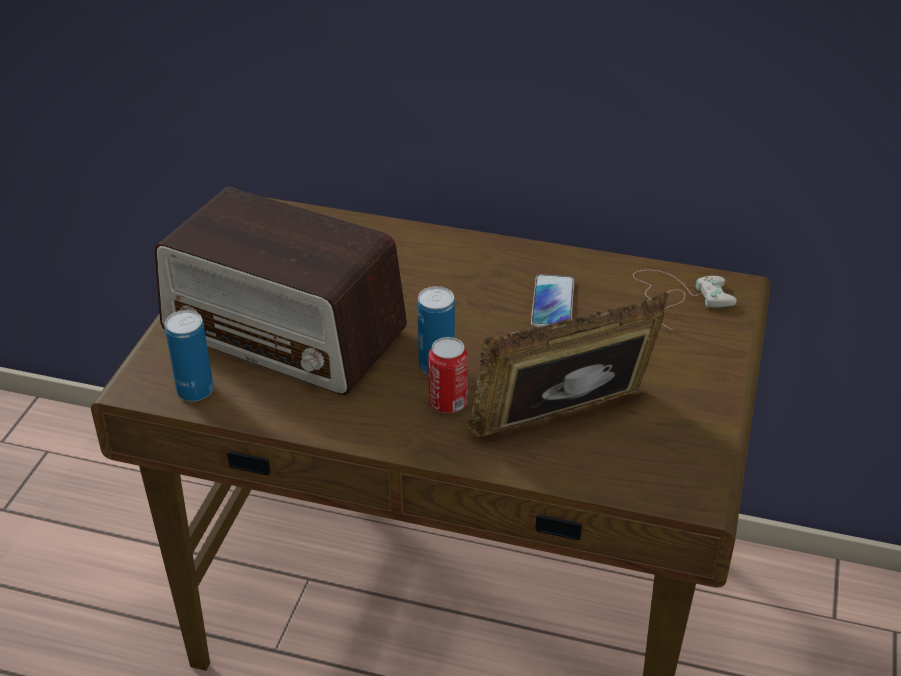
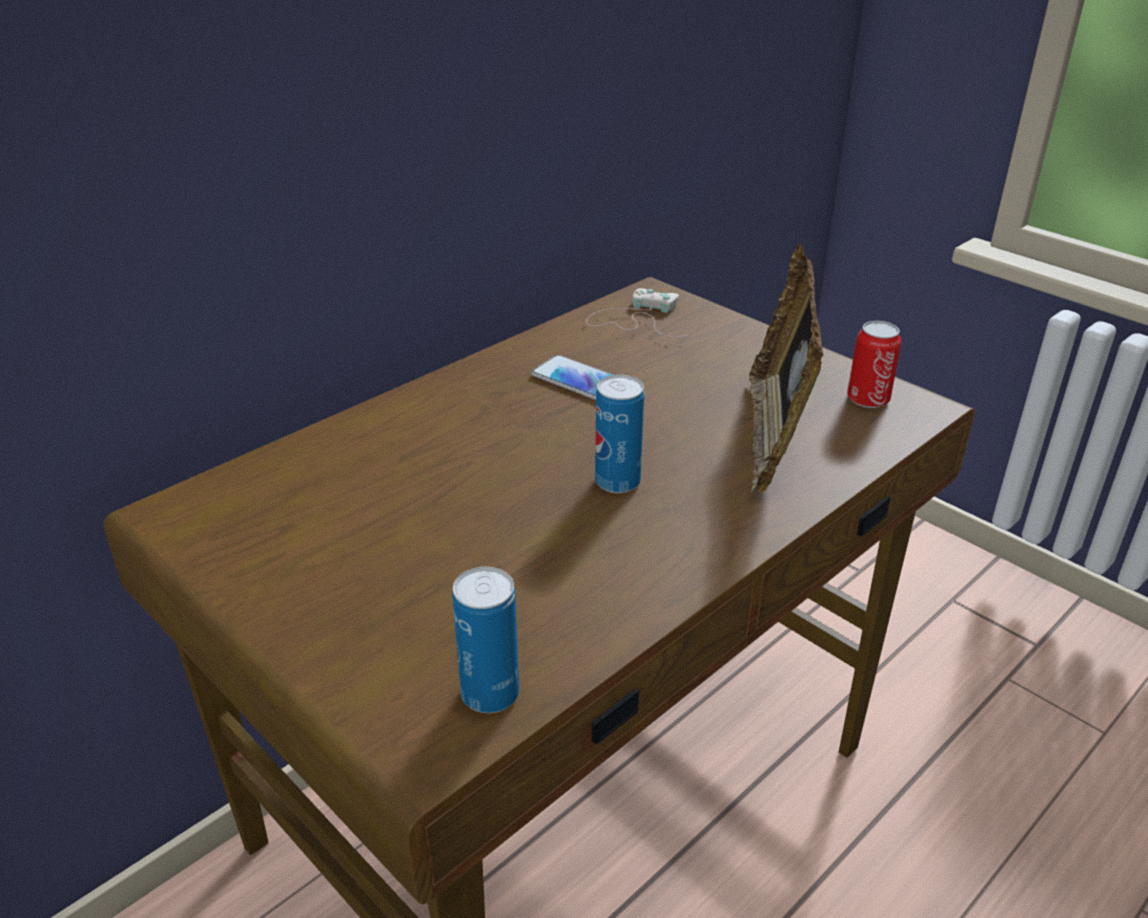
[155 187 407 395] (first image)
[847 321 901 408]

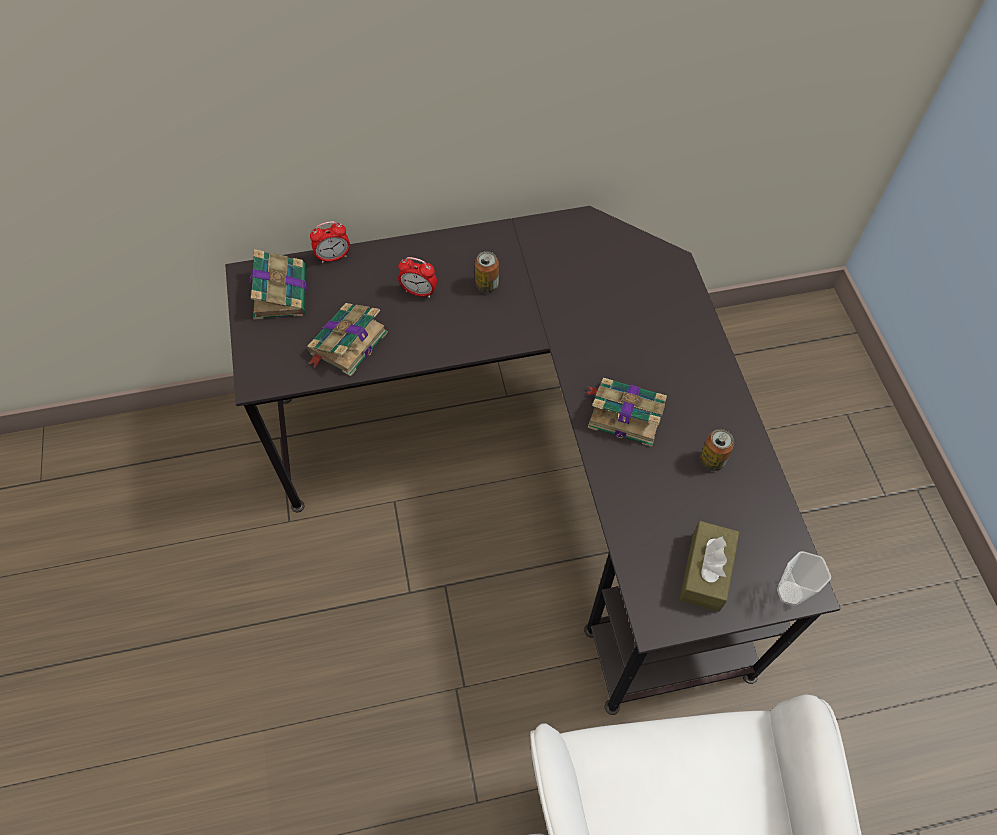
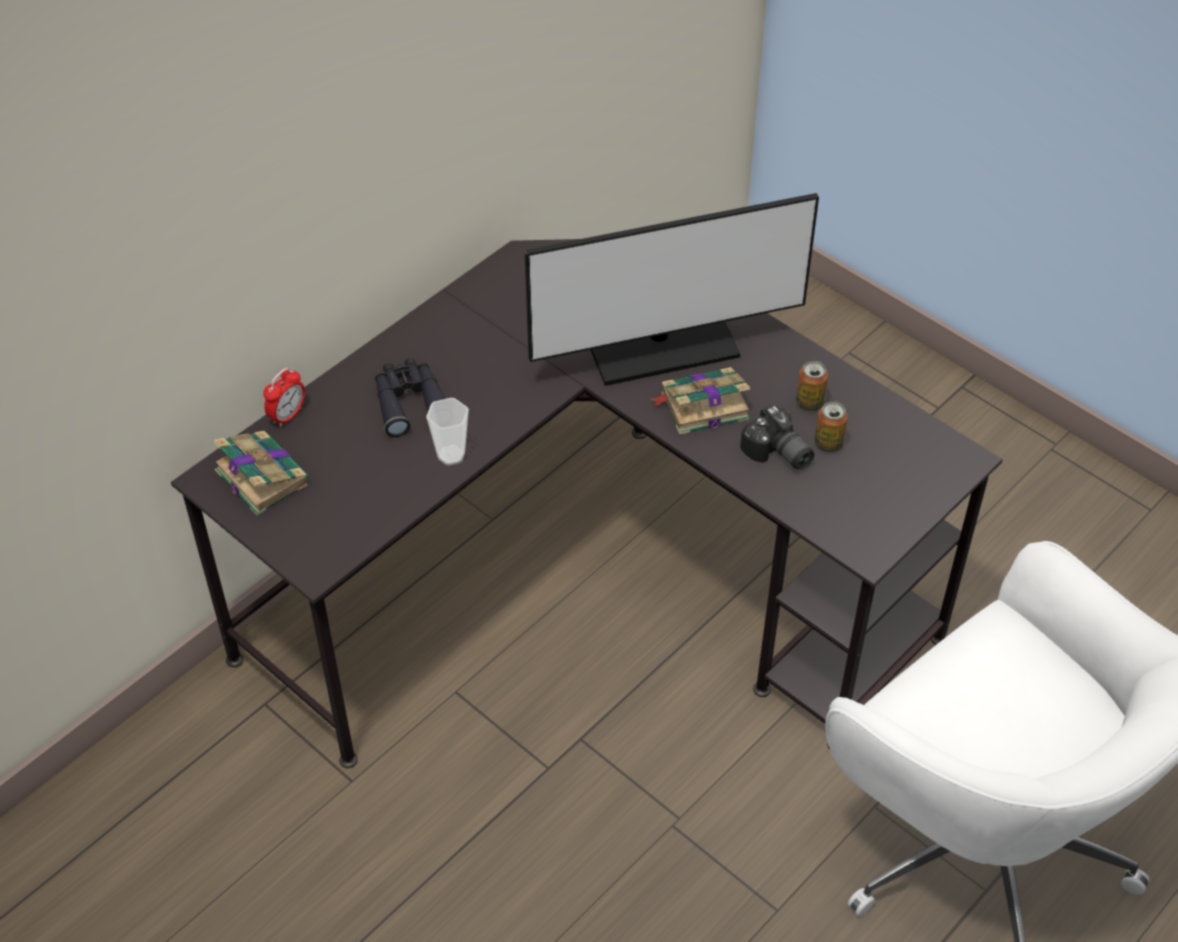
[815 401 848 452]
[375 358 445 437]
[307 303 388 376] (first image)
[680 521 739 612] (first image)
[426 398 469 466]
[525 193 819 386]
[740 404 814 470]

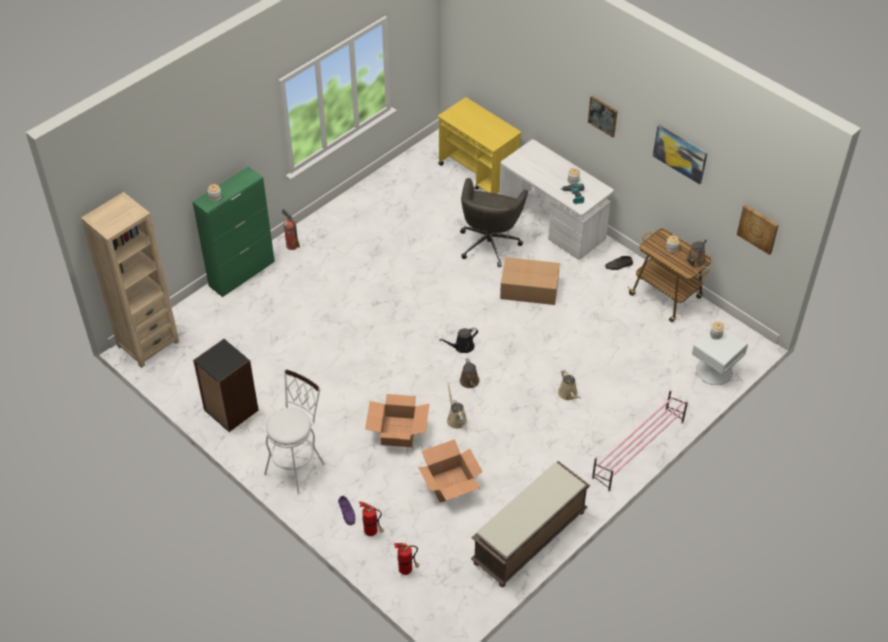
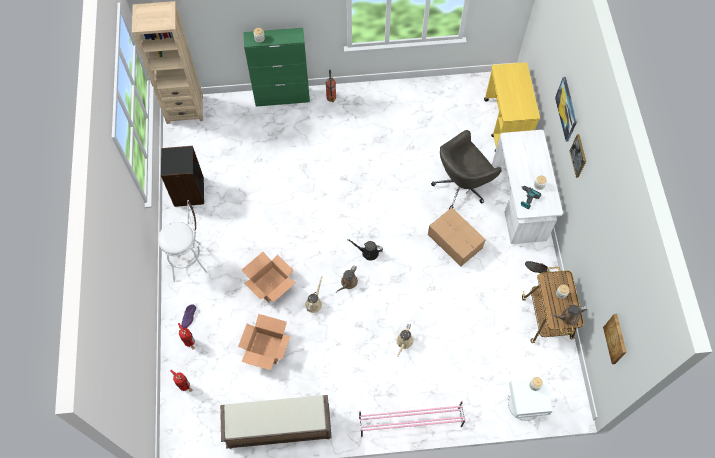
[555 77 577 142]

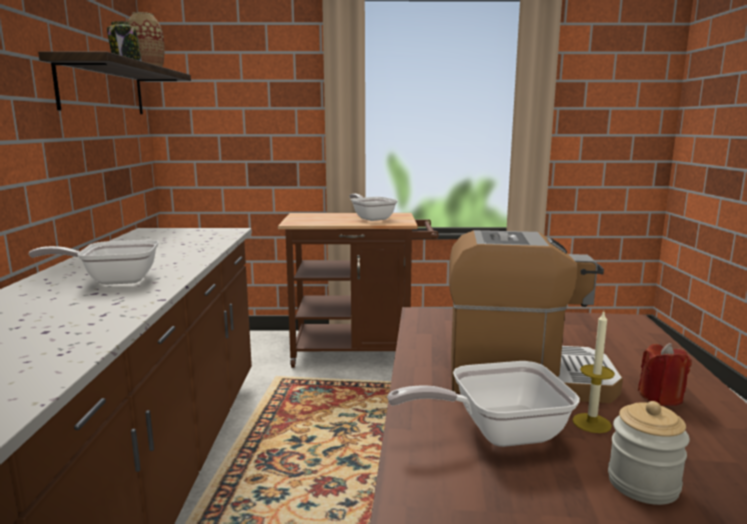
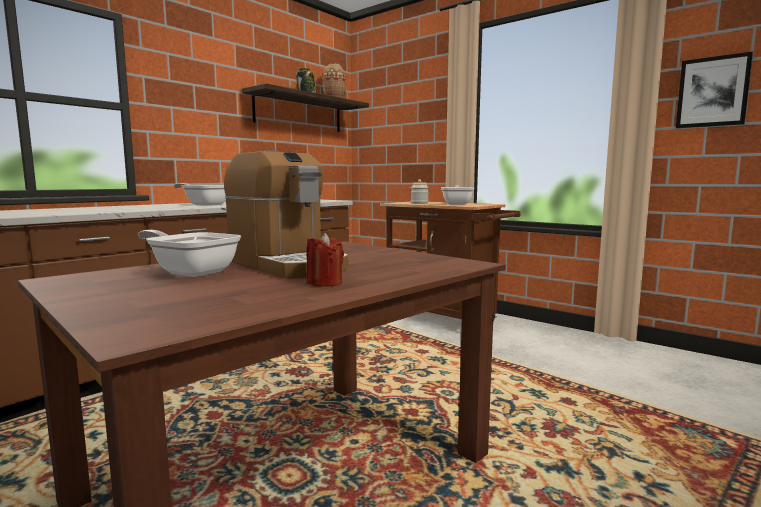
[572 312 615 433] (first image)
[411 179 429 204]
[676 51 753 128]

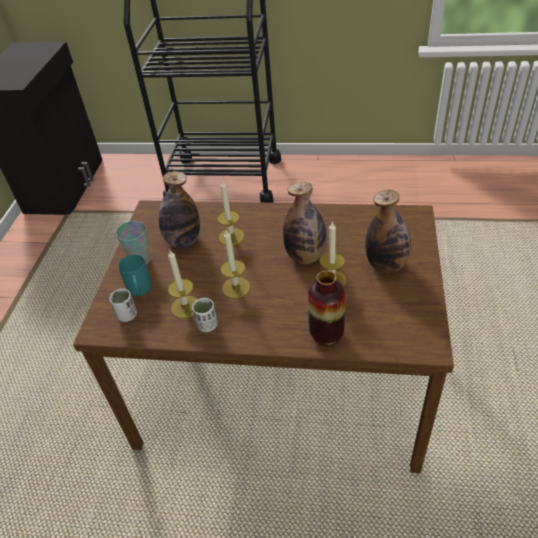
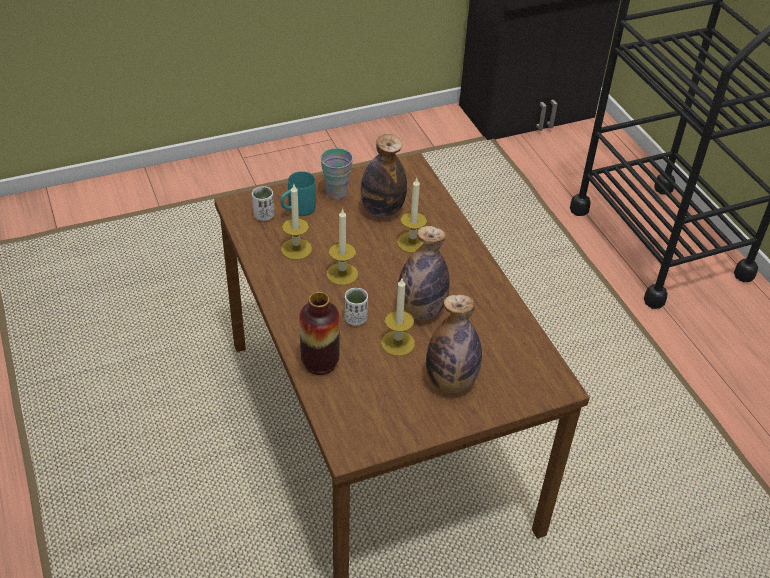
[344 288 368 326]

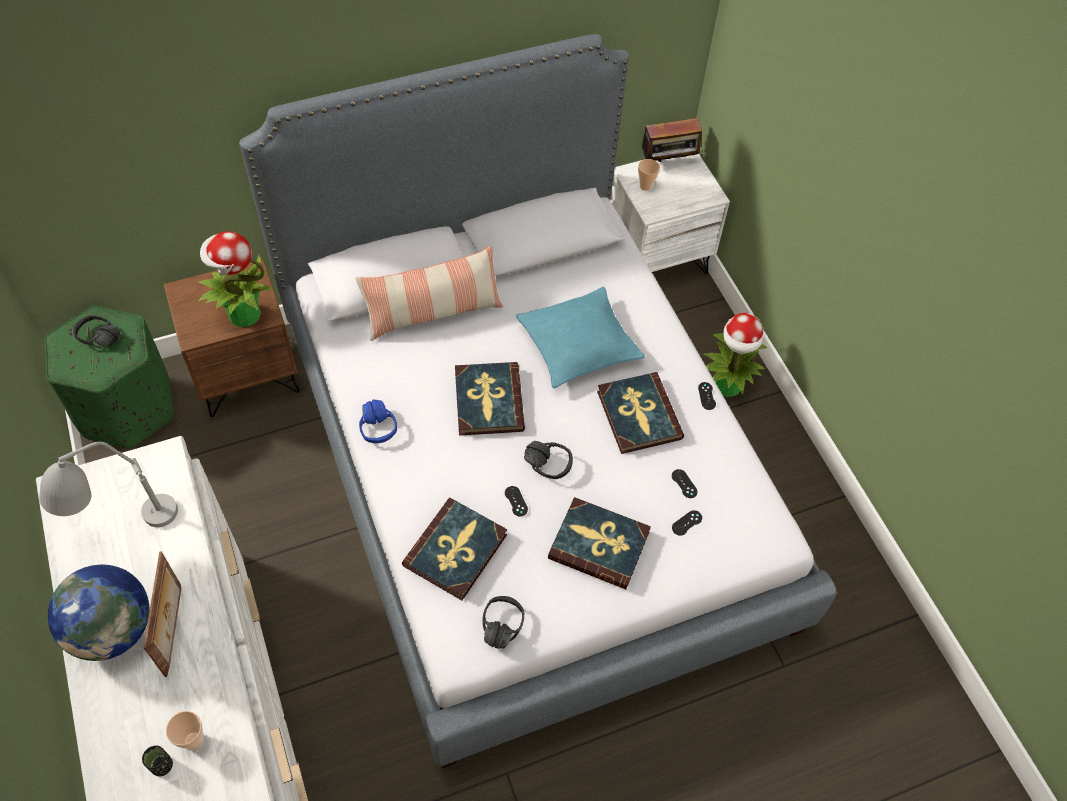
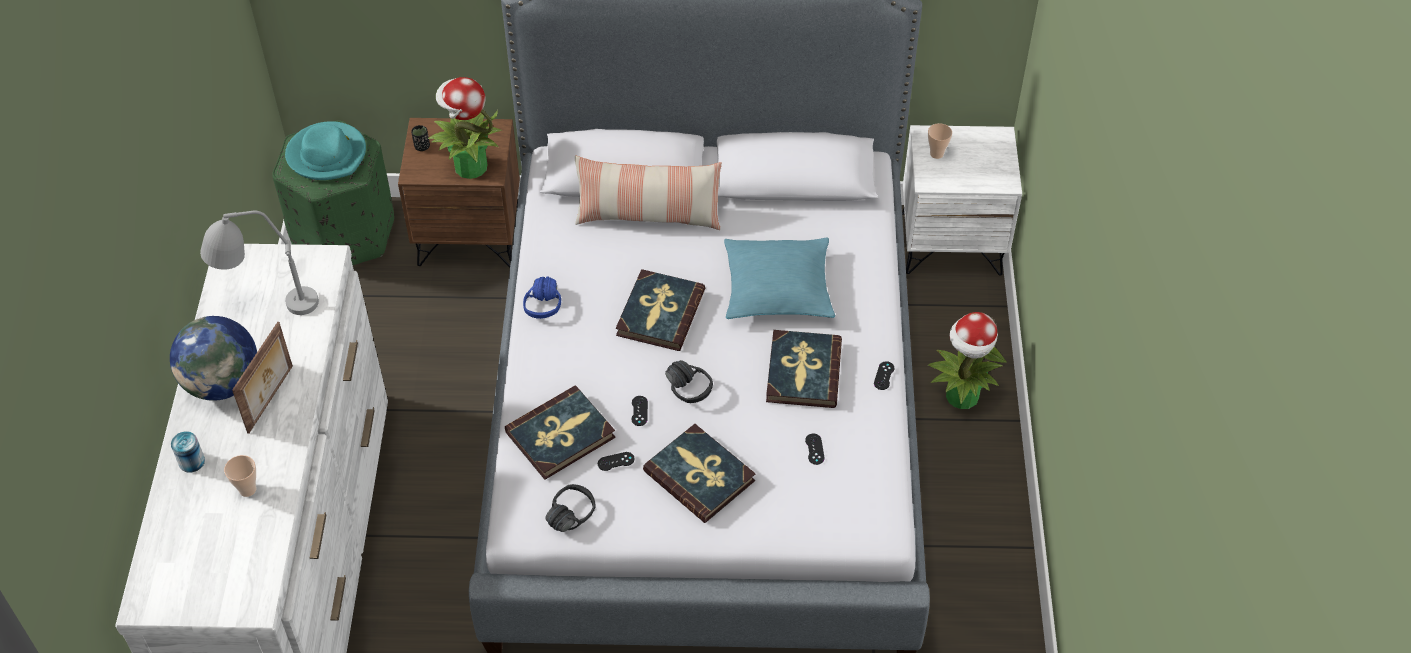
[639 118 703 162] (first image)
[285 121 366 180]
[598 452 635 471]
[411 125 430 151]
[171 431 205 473]

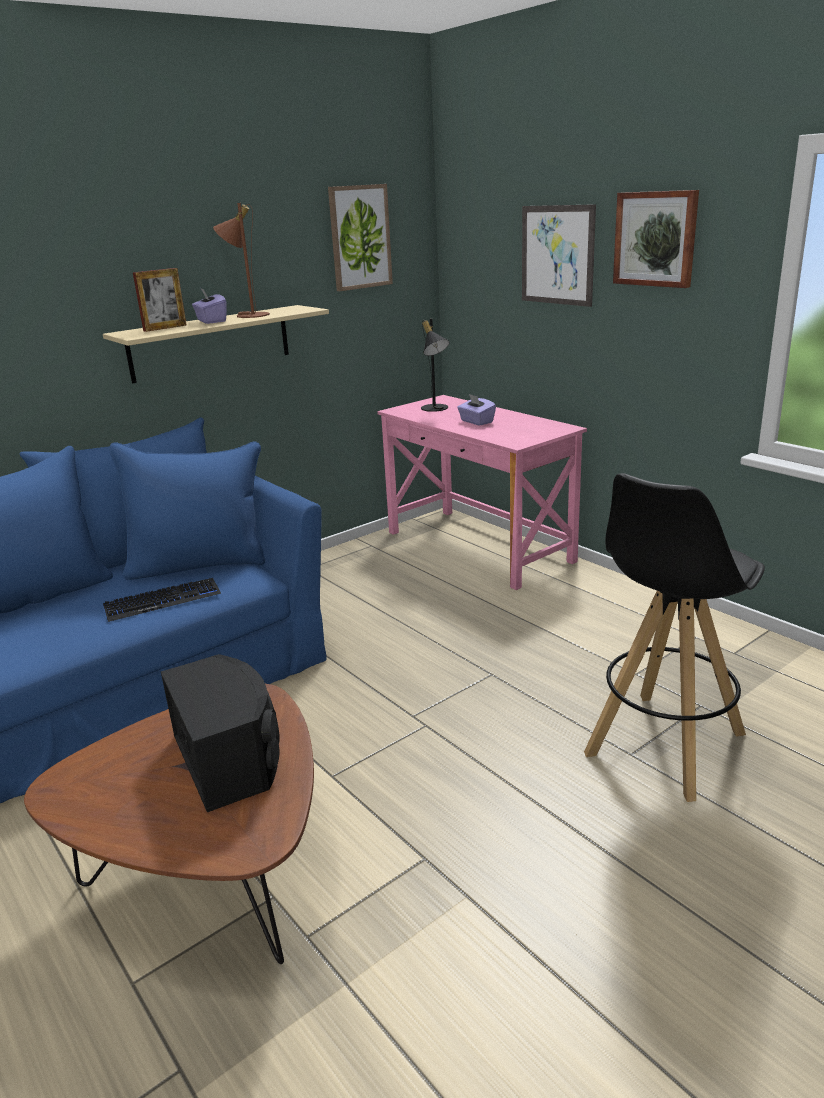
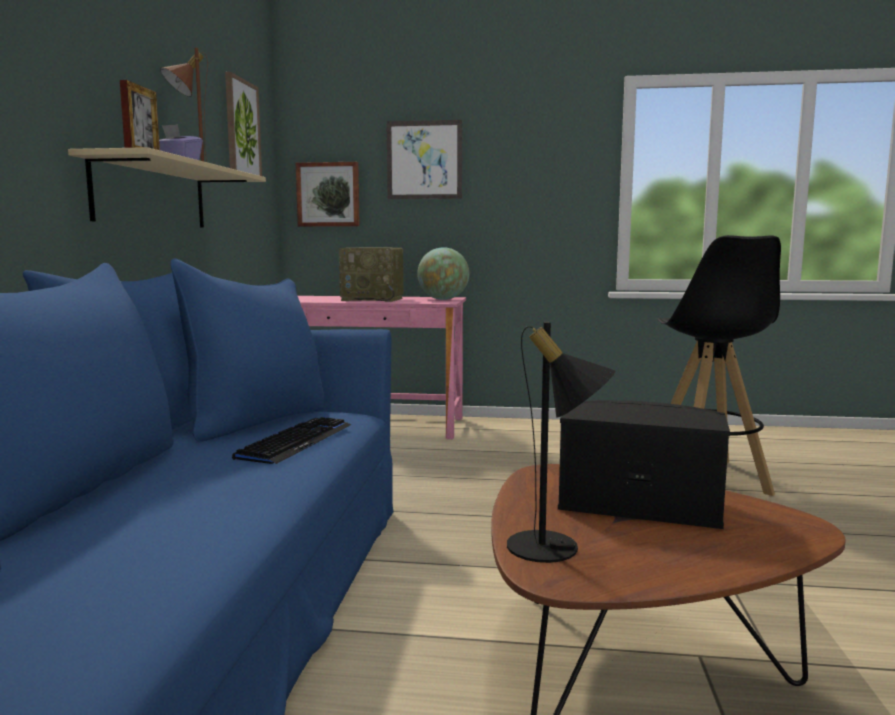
[296 162 360 227]
[507 322 616 563]
[339 248 403 302]
[417 247 469 300]

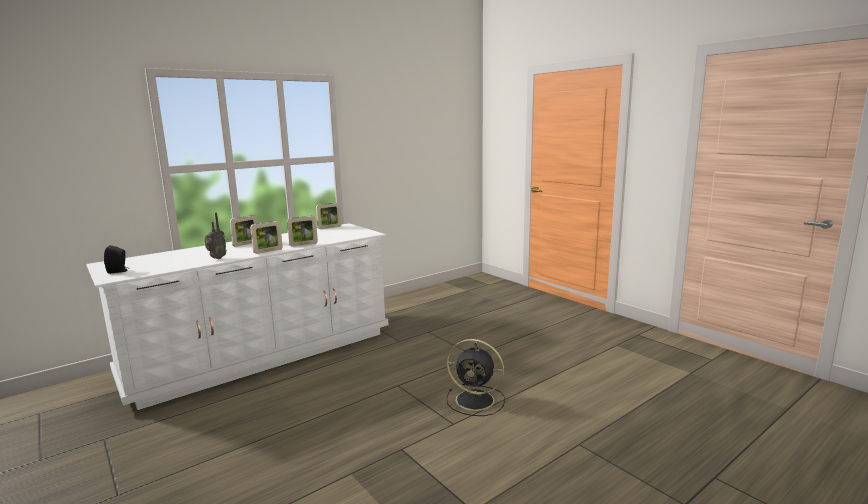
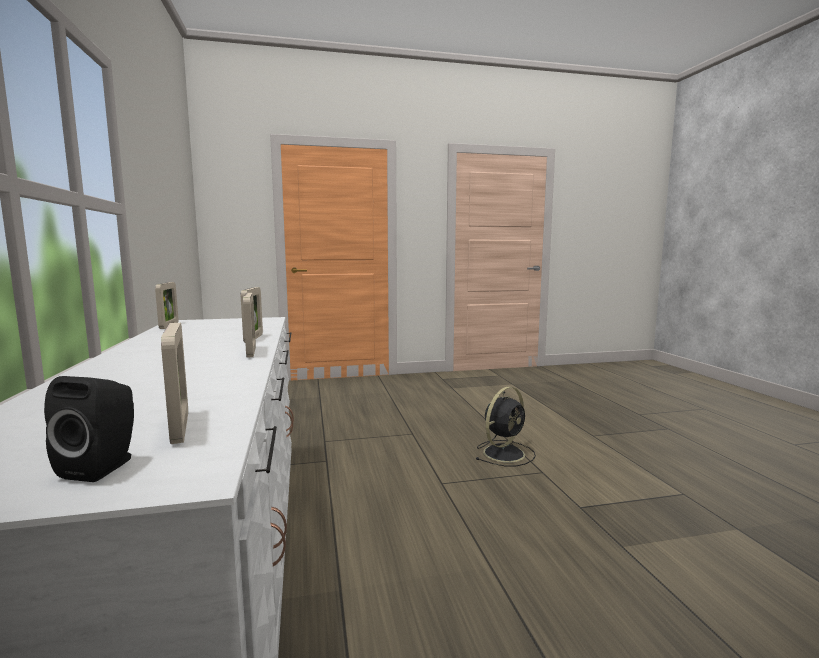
[204 212 227 259] (first image)
[161 323 188 444]

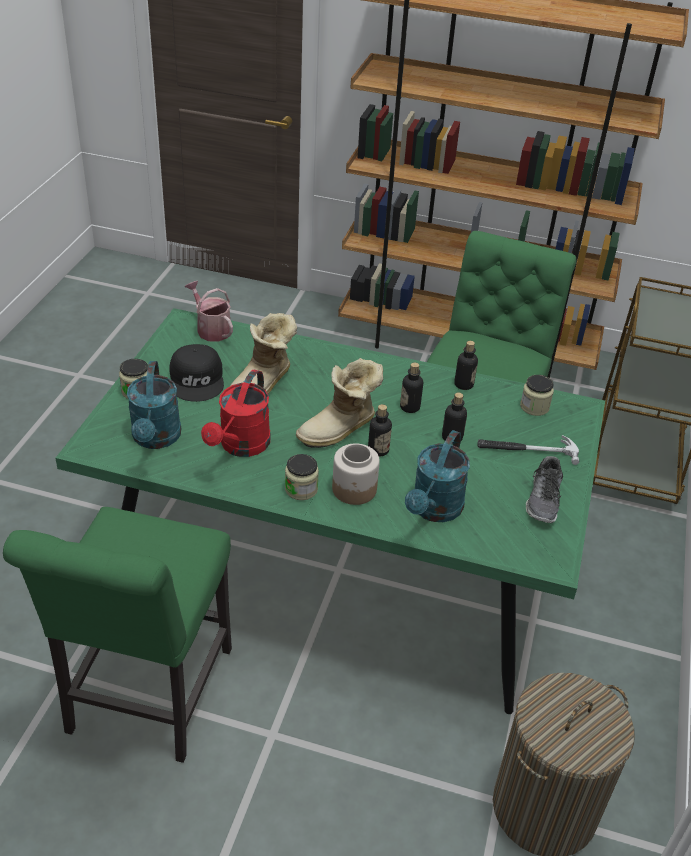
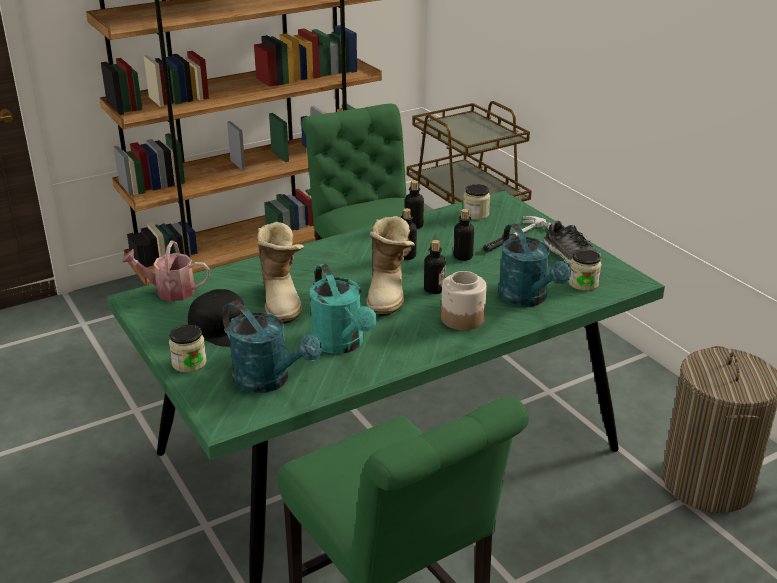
[310 264 377 354]
[568 250 601 291]

